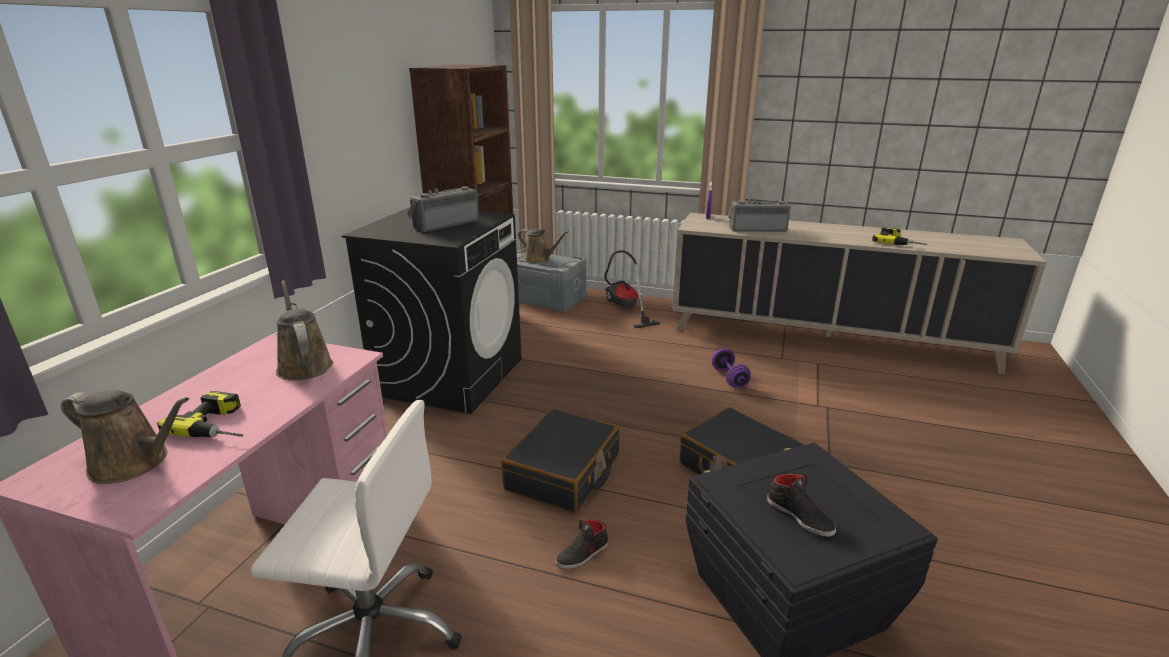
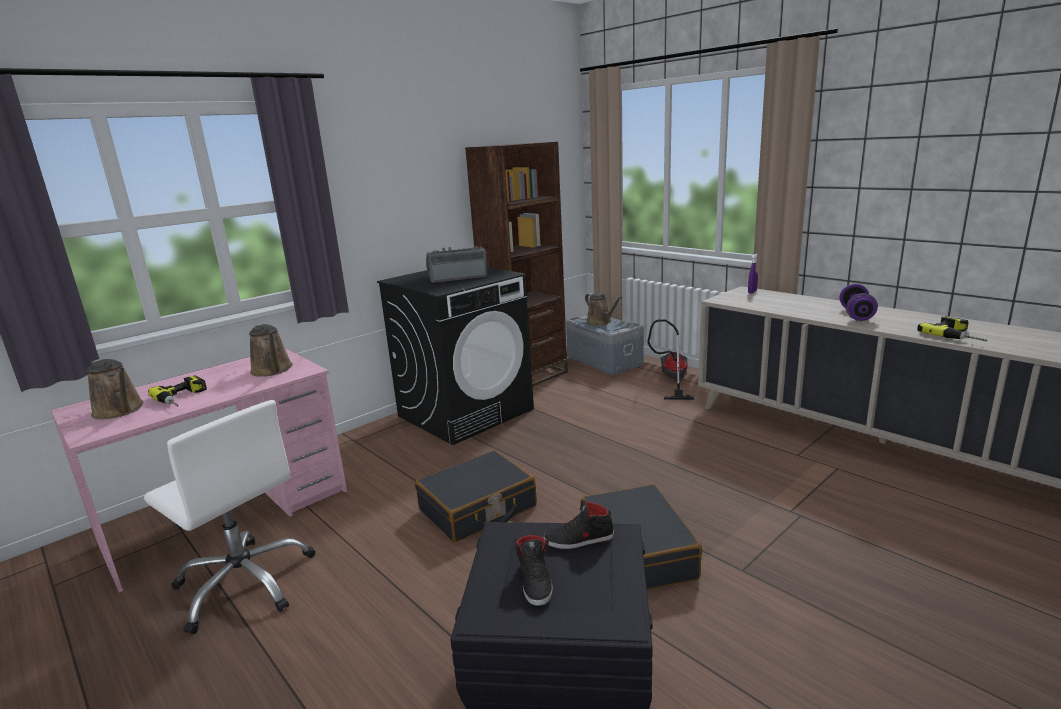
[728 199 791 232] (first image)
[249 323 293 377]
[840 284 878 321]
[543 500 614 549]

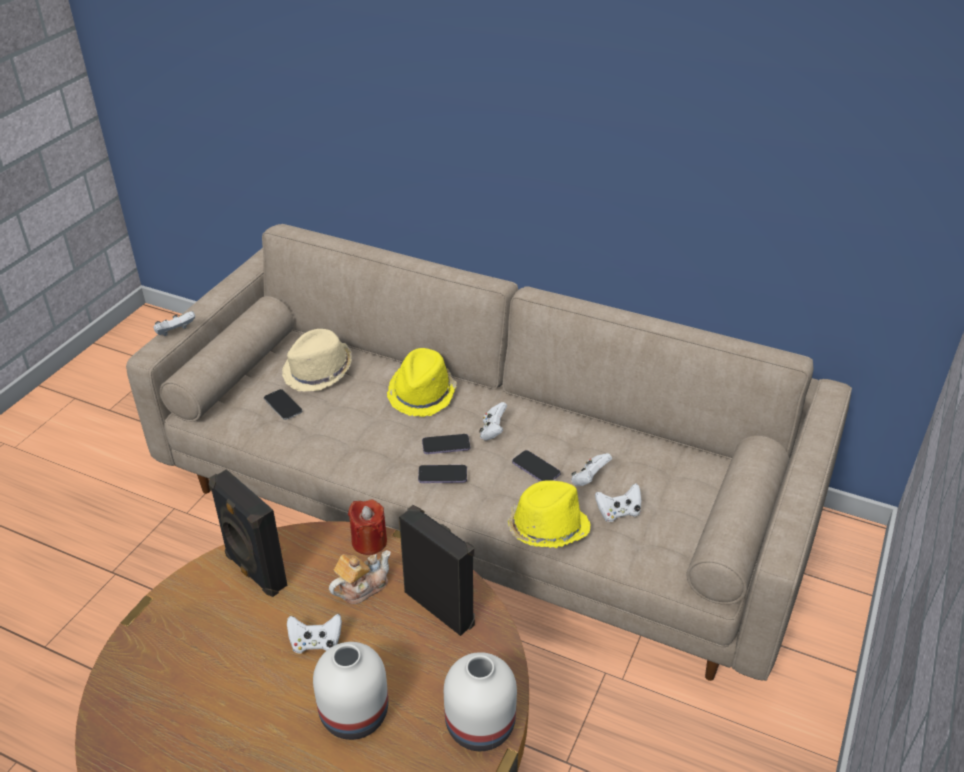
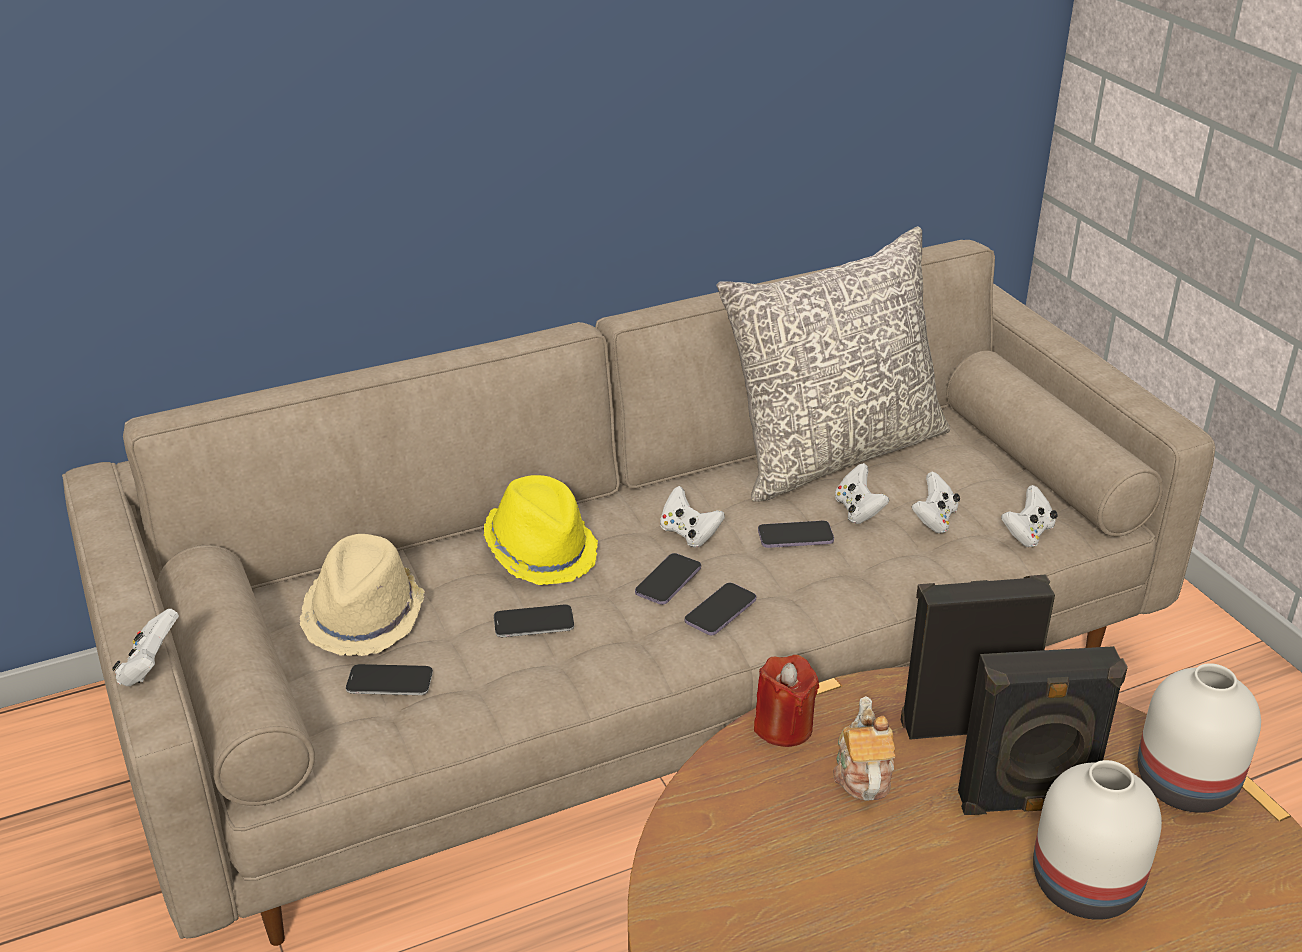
[958 646 1128 815]
[508 481 591 548] (first image)
[1001 485 1058 547]
[716 227 950 502]
[494 605 574 637]

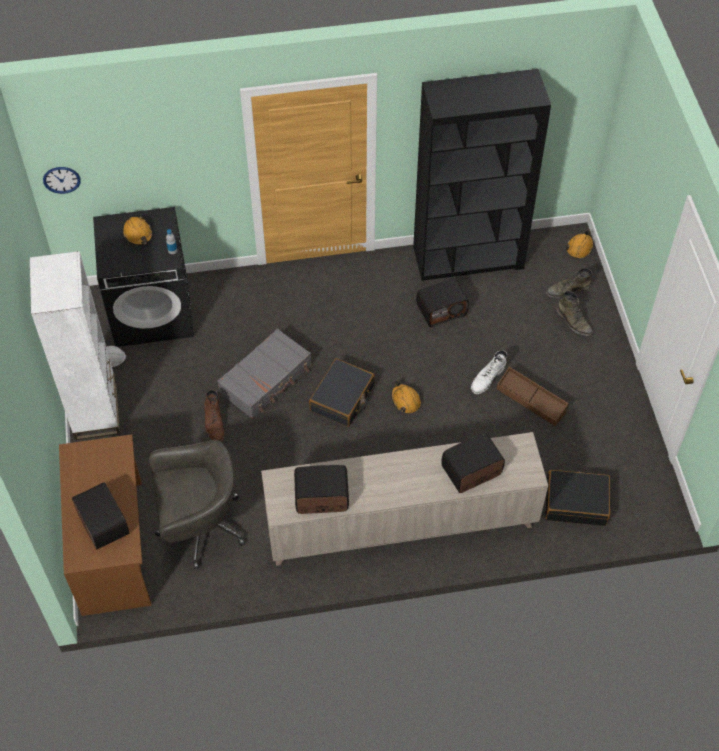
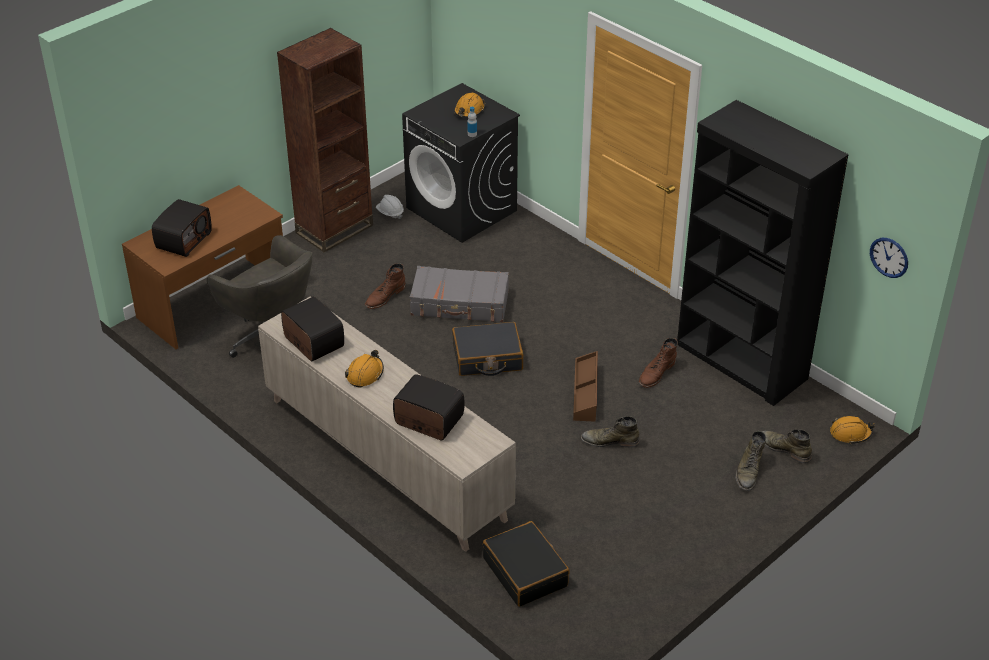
[870 238 908 278]
[277 28 373 252]
[639 338 678 388]
[581 416 640 447]
[573 351 598 422]
[345 350 384 388]

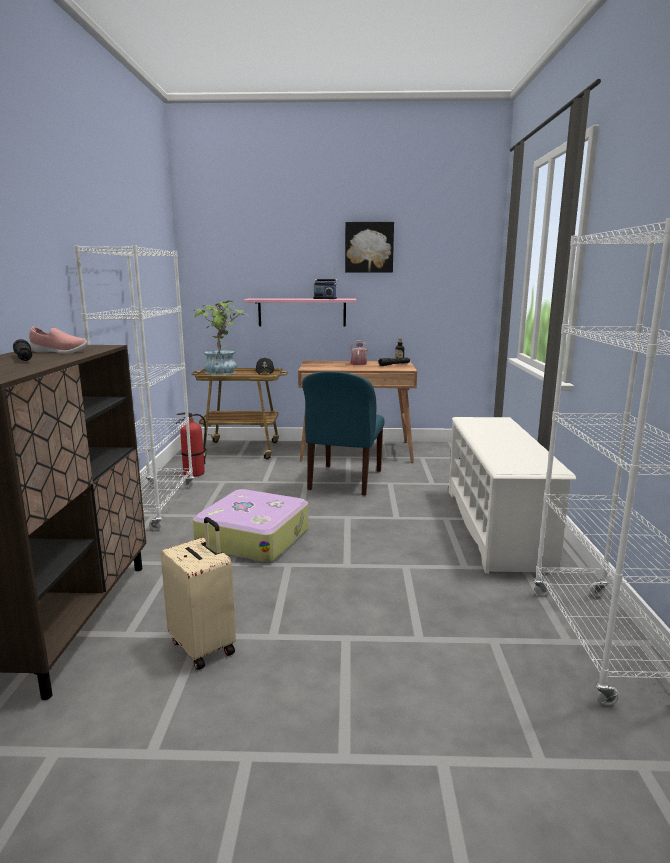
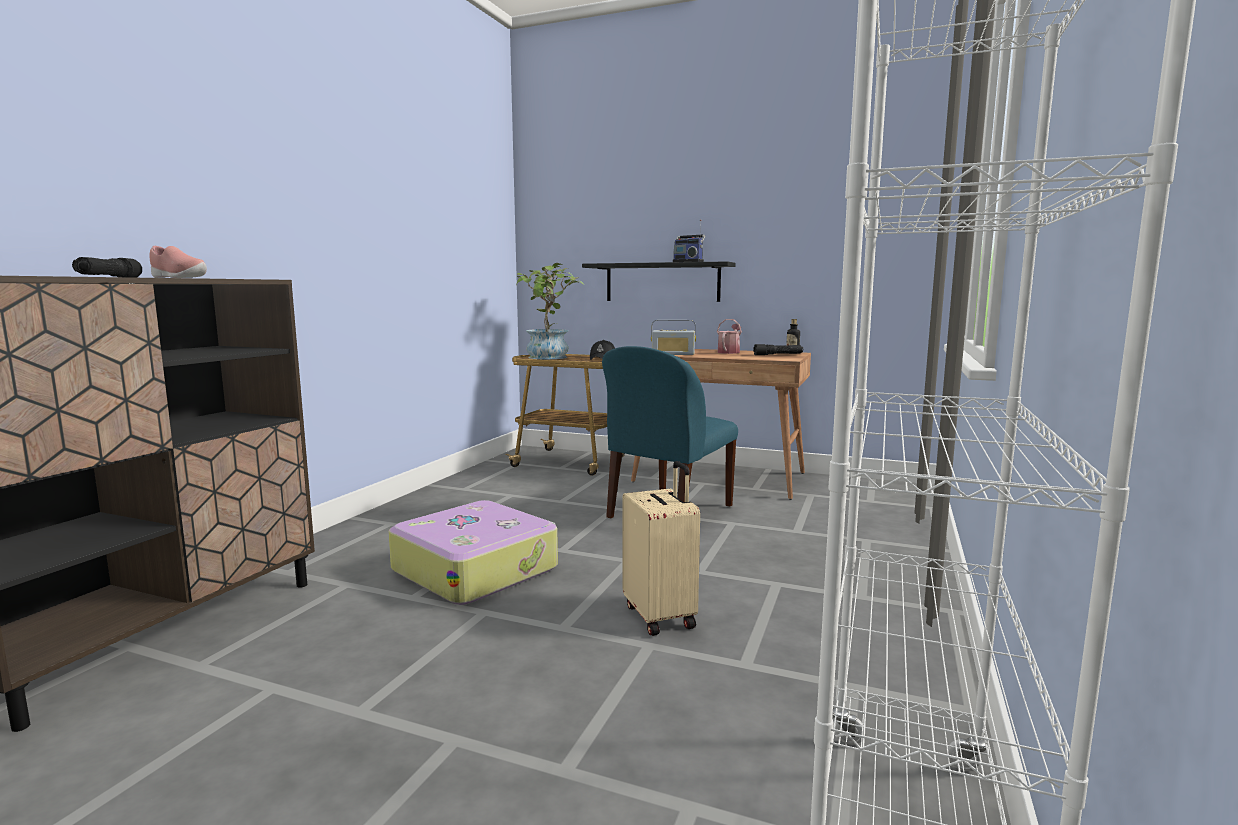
[345 222 394 272] (first image)
[74 245 195 531] (first image)
[582 261 735 302]
[176 412 207 477] (first image)
[449 417 576 573] (first image)
[622 461 700 636]
[651 320 696 355]

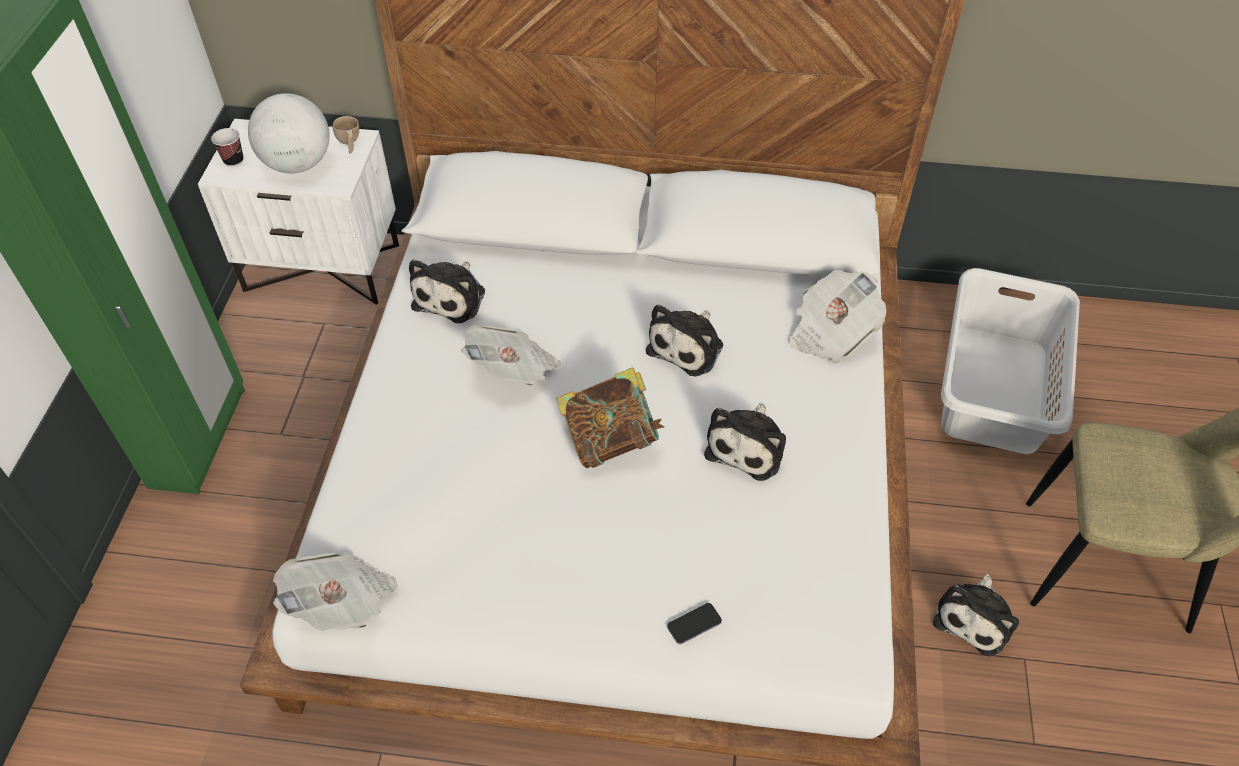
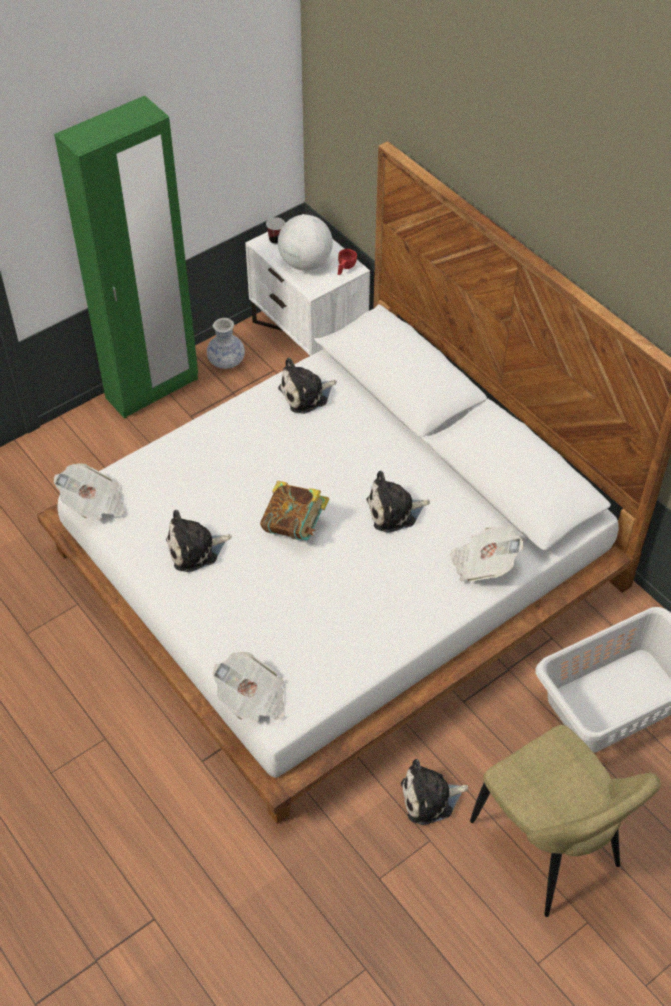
[338 249 357 275]
[213 652 285 722]
[166 510 232 572]
[667 603 722 644] (first image)
[207 318 245 369]

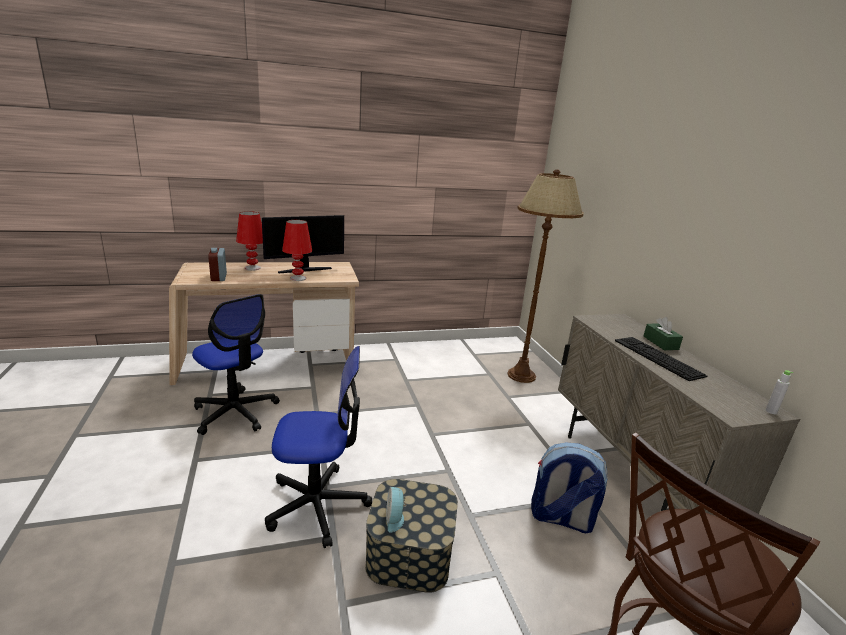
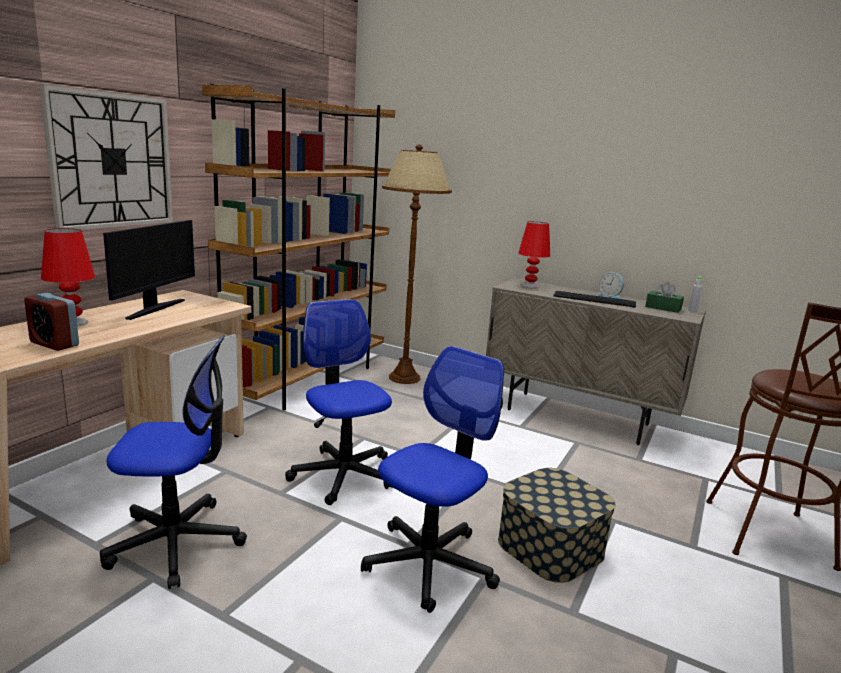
[518 221 550 288]
[645 282 684 313]
[531 443 608 533] (first image)
[598 272 624 299]
[39 84 173 230]
[202 84 395 410]
[285 299 393 505]

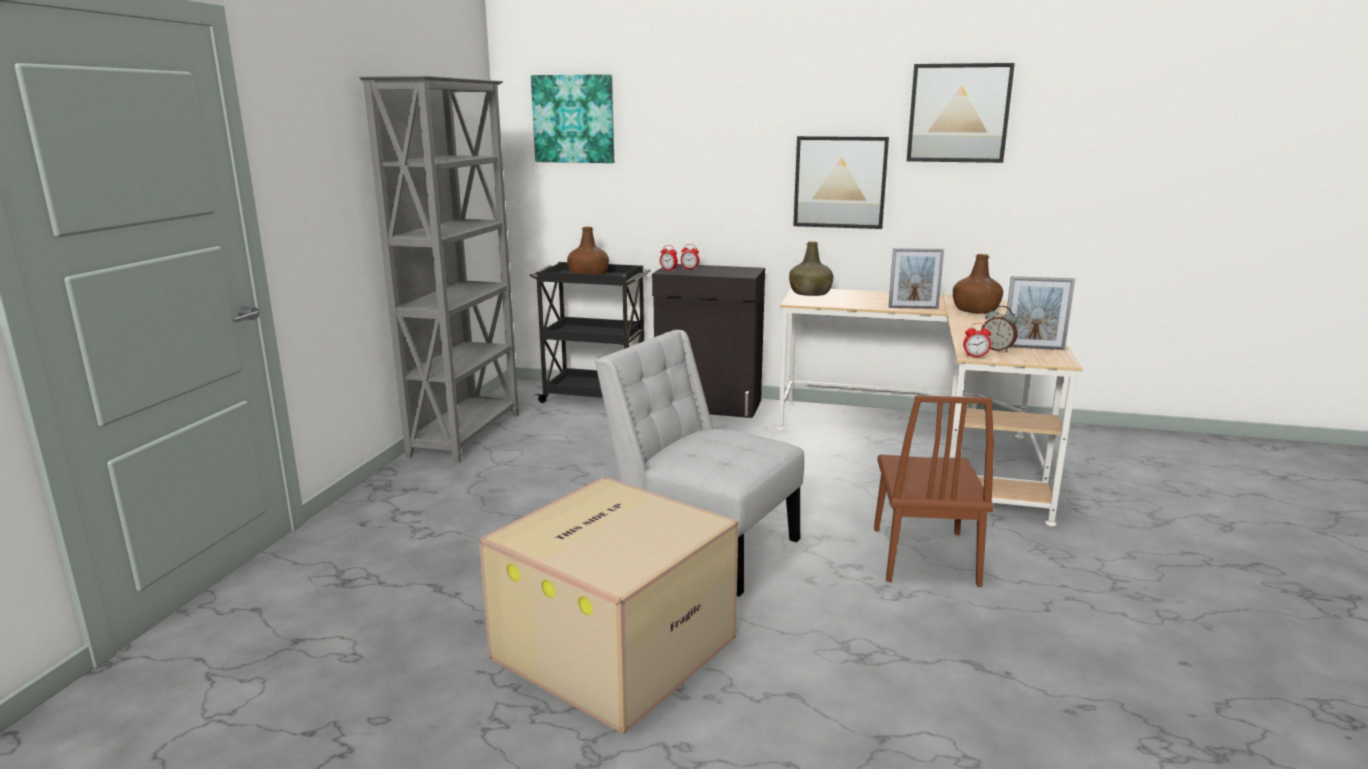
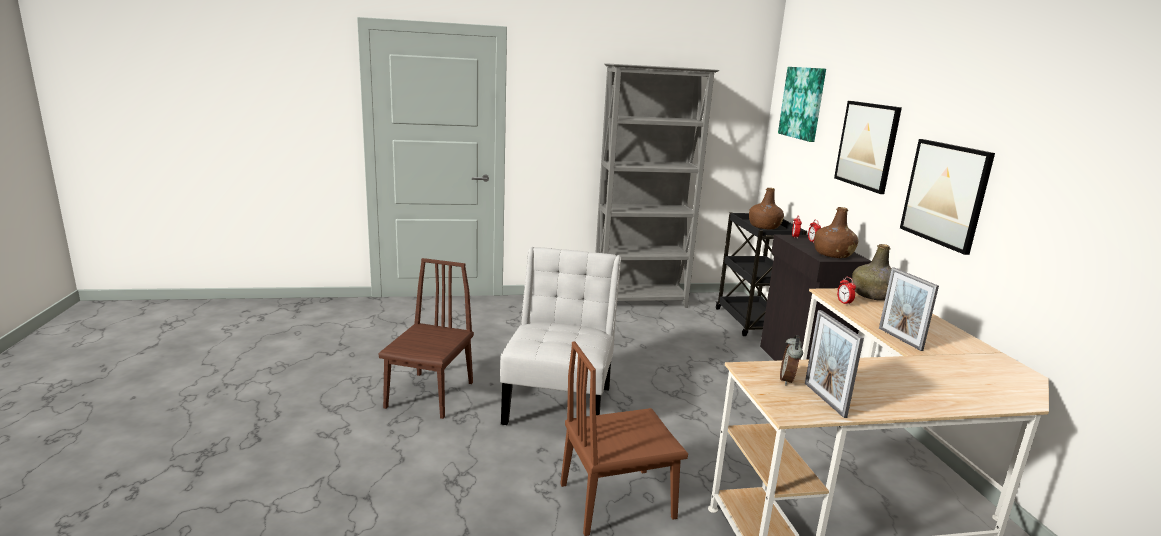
[834 101 902 194]
[814 207 858 258]
[837 277 856 305]
[379 258 474 419]

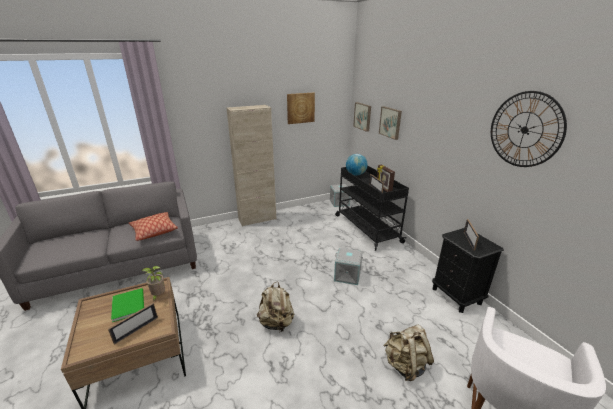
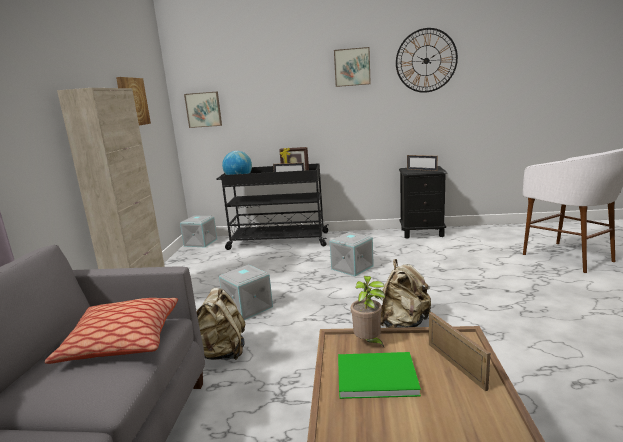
[334 47 371 87]
[197 288 245 360]
[219 265 273 320]

